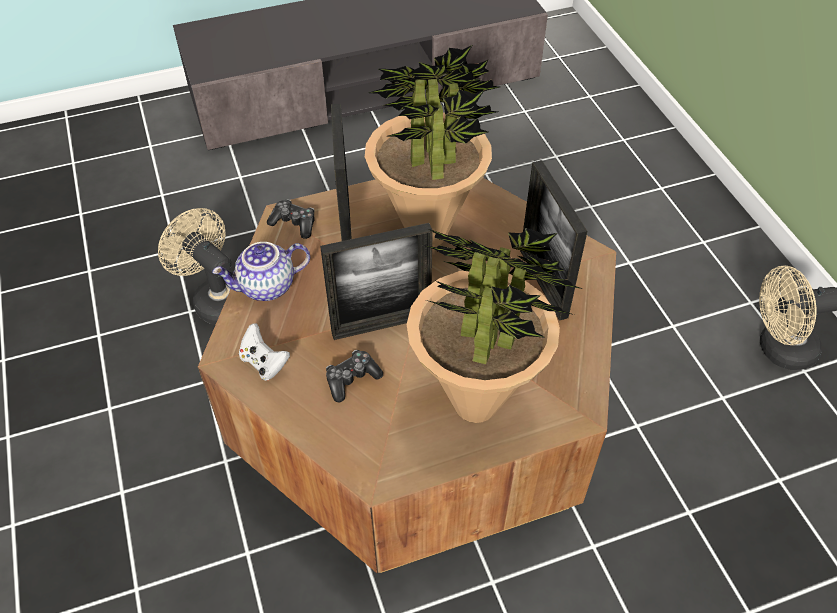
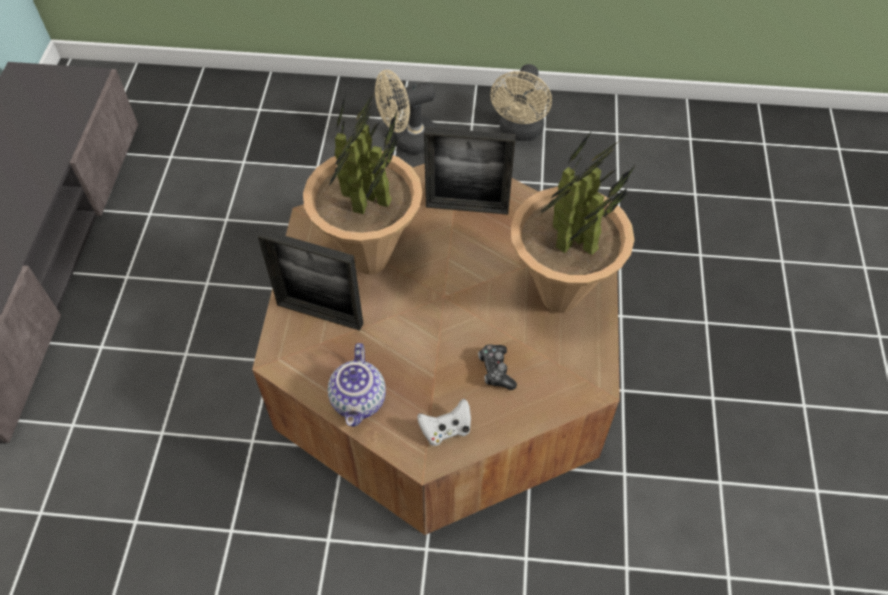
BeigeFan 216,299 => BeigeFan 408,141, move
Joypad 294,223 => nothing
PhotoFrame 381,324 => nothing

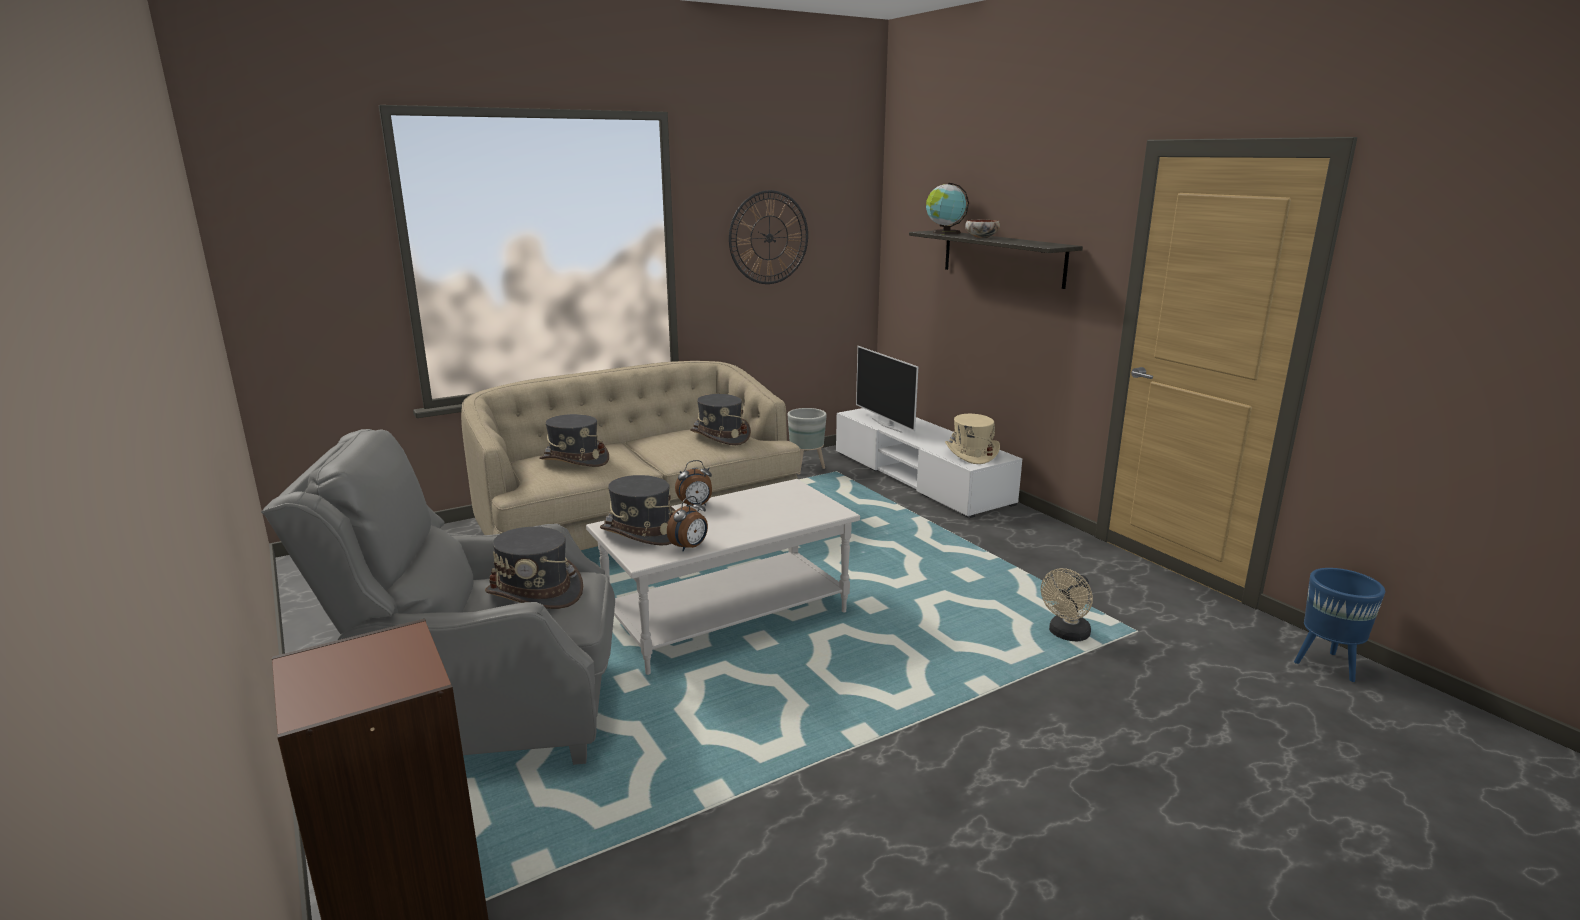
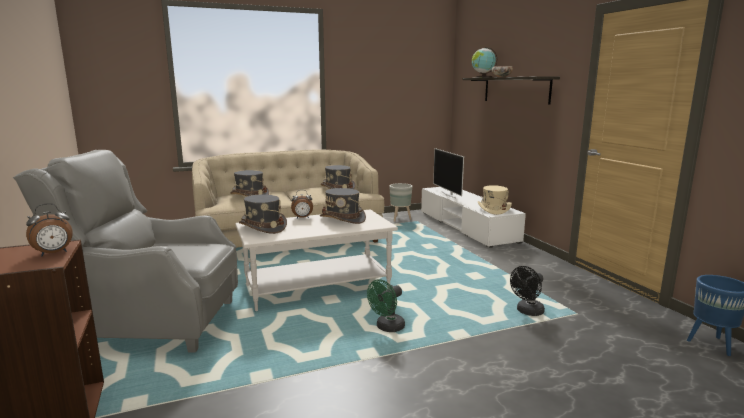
TableClock 690,547 => TableClock 54,253, move
GreyWearableHat 535,593 => GreyWearableHat 342,219, move
nothing => GreenColouredFan 387,328
BeigeFan 1066,635 => BlackColouredFan 527,312
ClockOnTheWall 769,237 => nothing

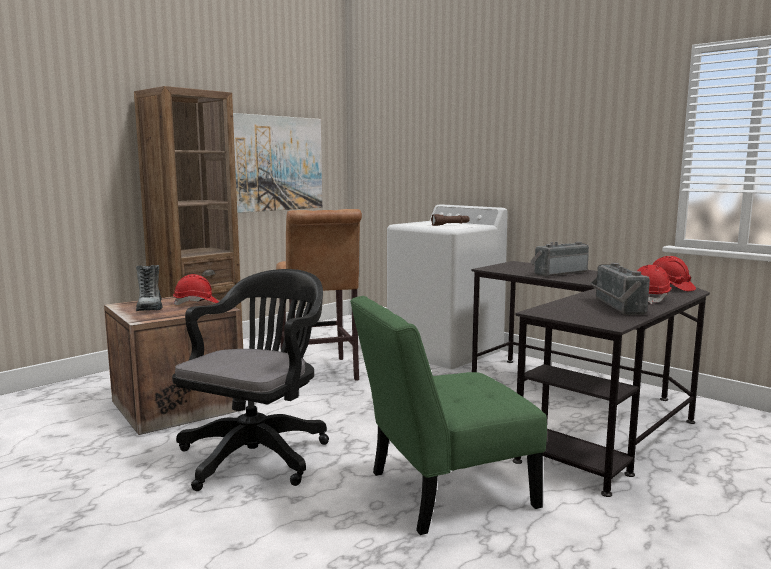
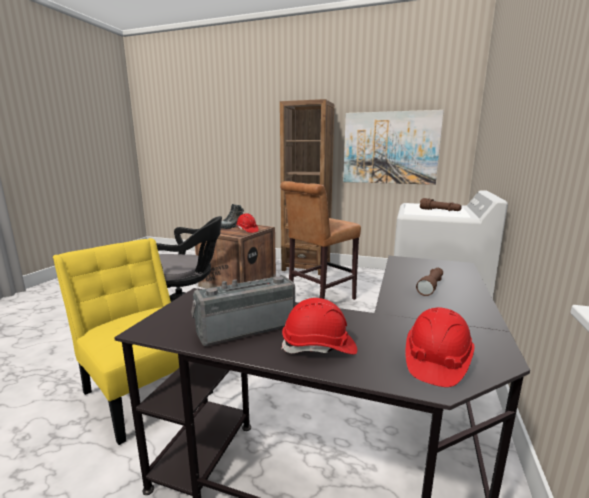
GreenColouredChair 442,491 => YellowChair 145,389
RadioSet 558,273 => BrownishTorch 431,286

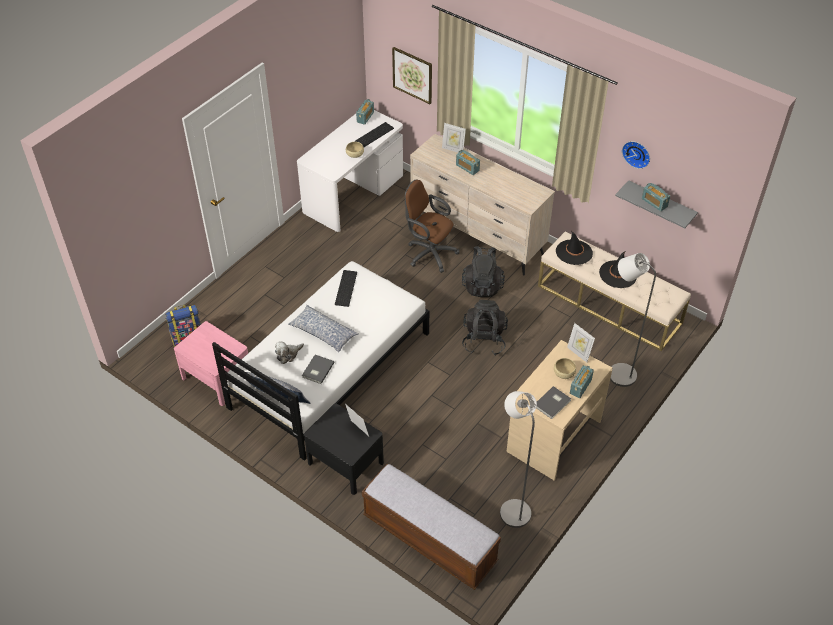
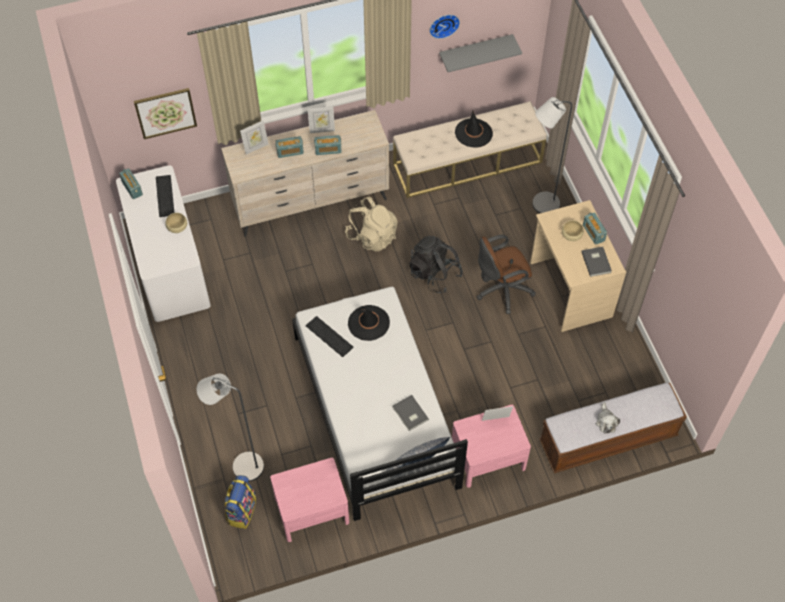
GreyStandingLamp 512,508 => GreyStandingLamp 242,465, move
PhotoFrame 578,353 => PhotoFrame 322,130, move
RadioSet 654,203 => RadioSet 328,150, move
BlackColouredRucksack 482,285 => BeigeRucksack 372,236
BlackColouredWearableHat 574,252 => BlackColouredWearableHat 368,323, move
BlackColouredNightTable 345,463 => PinkColouredNightTable 488,457
BrownishDeskChair 429,253 => BrownishDeskChair 501,290, move
SoftToy 288,355 => SoftToy 606,422, move
ThrowPillow 323,333 => nothing

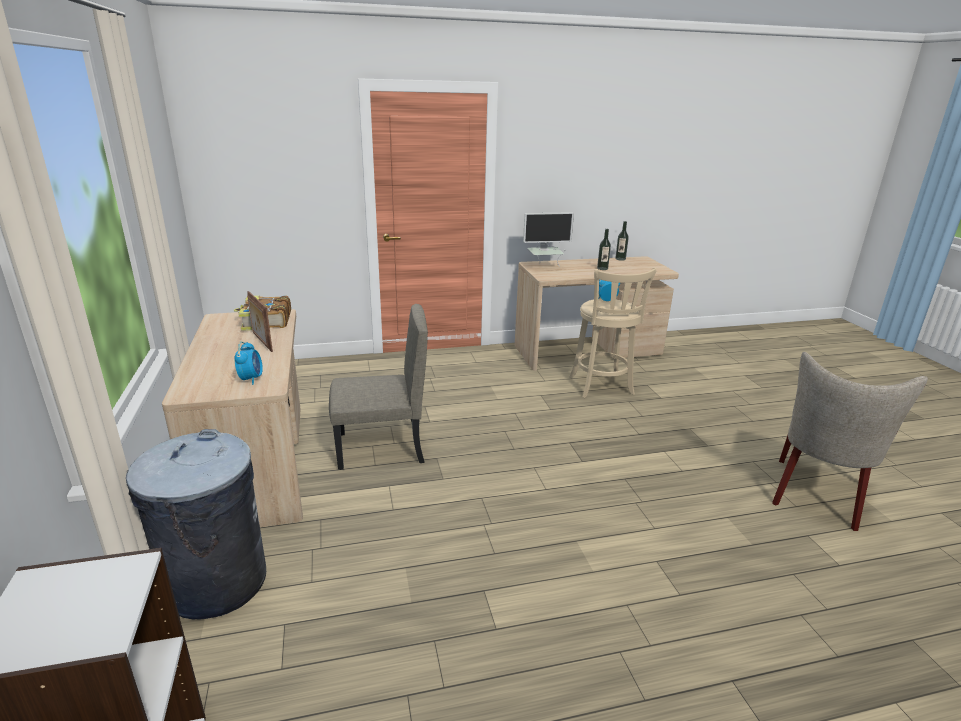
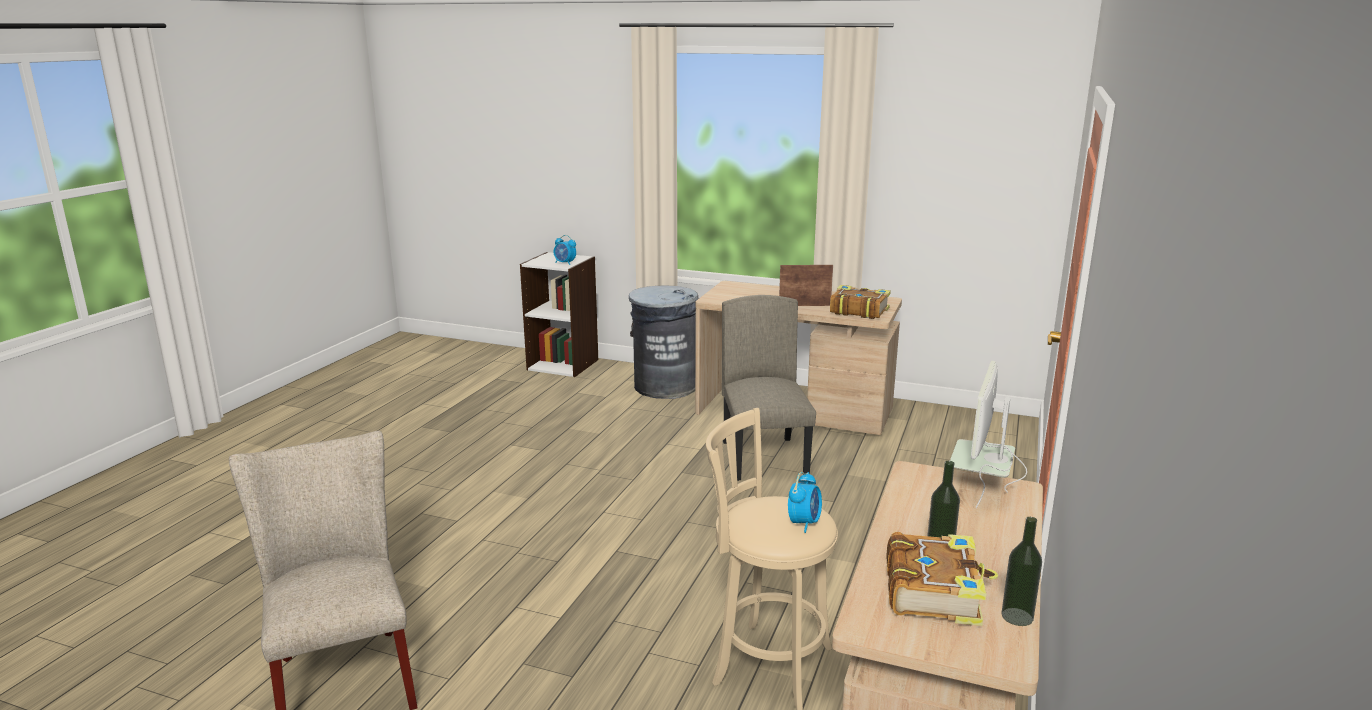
TableClock 251,379 => TableClock 565,263, move
BeigeChair 380,448 => BeigeChair 765,458, 150 degrees clockwise
nothing => BoundBook 934,591

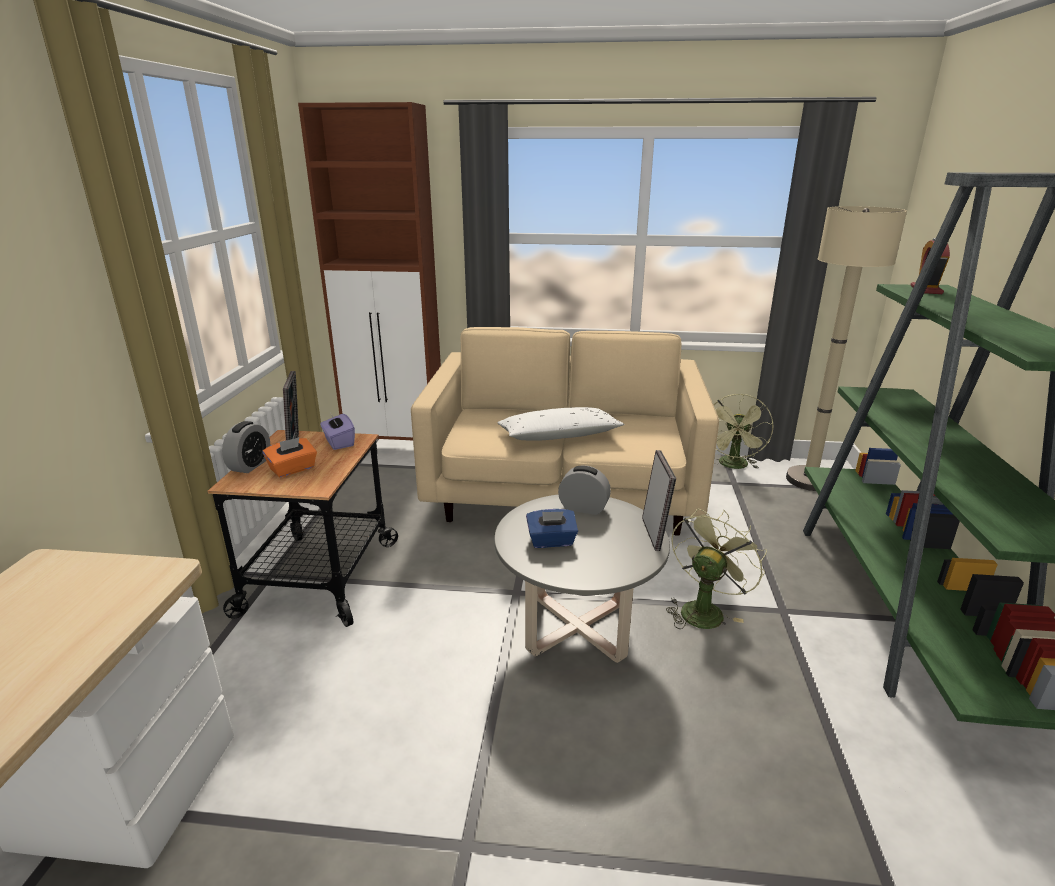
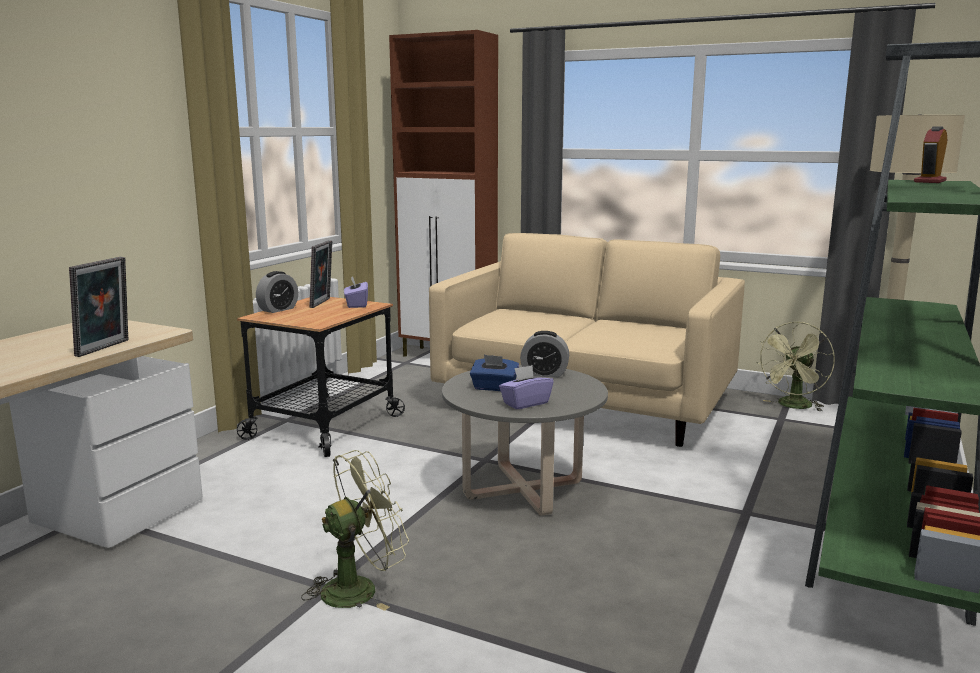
PhotoFrame 654,534 => PhotoFrame 106,348, move
GreenColouredFan 704,609 => GreenColouredFan 359,588, move
nothing => PurplishTissueHolder 525,403
TableClock 583,508 => TableClock 544,374, 150 degrees clockwise
OrangeColouredTissueHolder 293,469 => nothing
WhiteColouredThrowPillow 559,436 => nothing

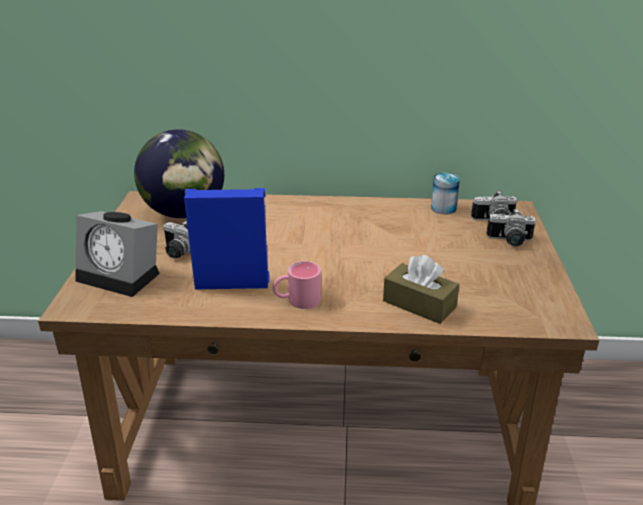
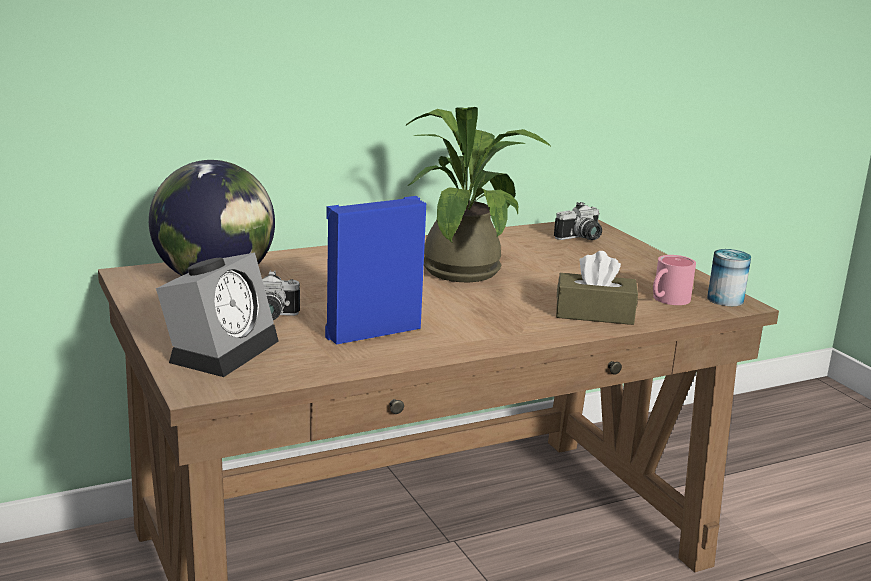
TableClock 122,275 => TableClock 222,349, 60 degrees counterclockwise
nothing => PottedPlant 466,268
PinkColouredCoffeeMug 296,300 => PinkColouredCoffeeMug 666,300, move
SealedCan 443,208 => SealedCan 725,299, move
PhotoCamera 509,241 => nothing

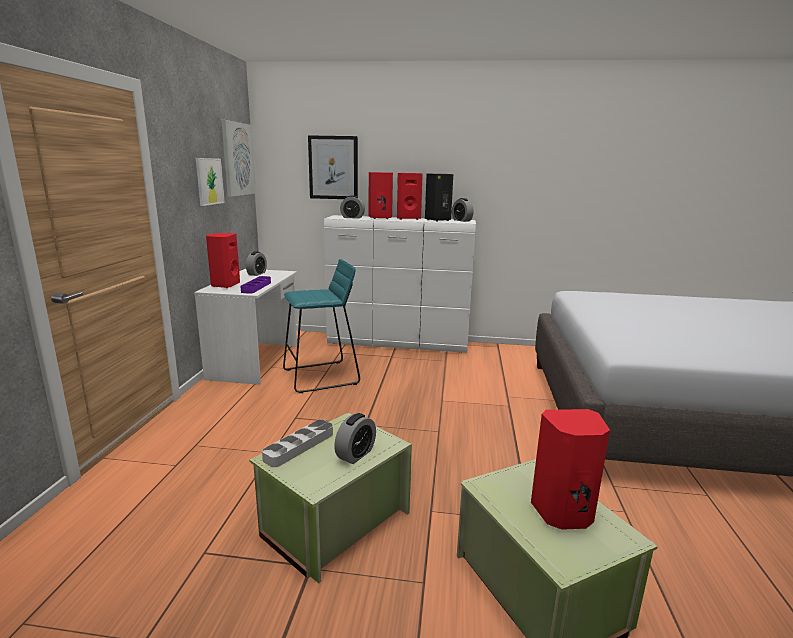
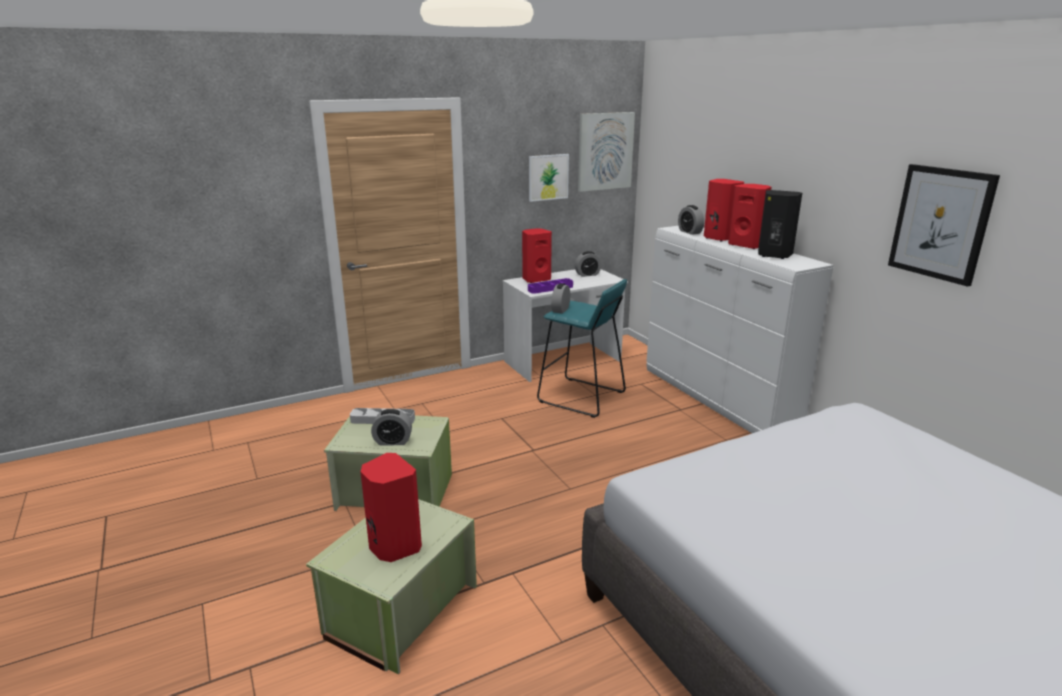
TableClock 462,220 => TableClock 560,310, move
WallArt 333,168 => WallArt 941,223, move

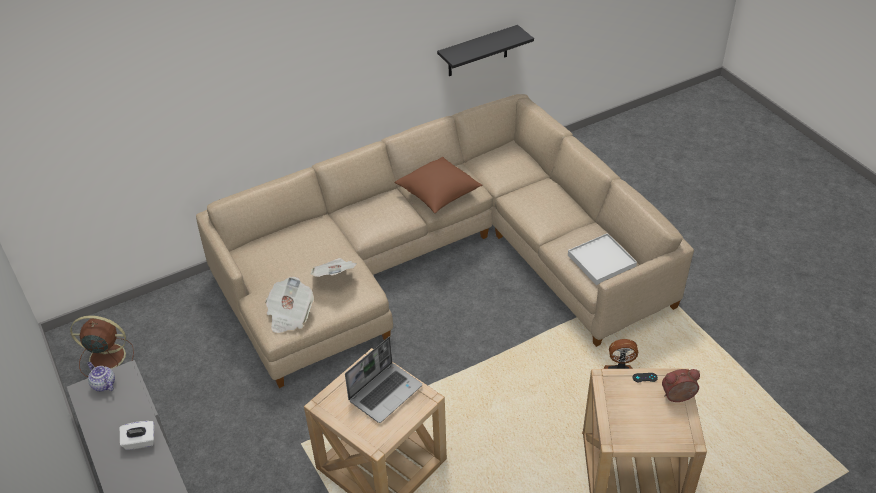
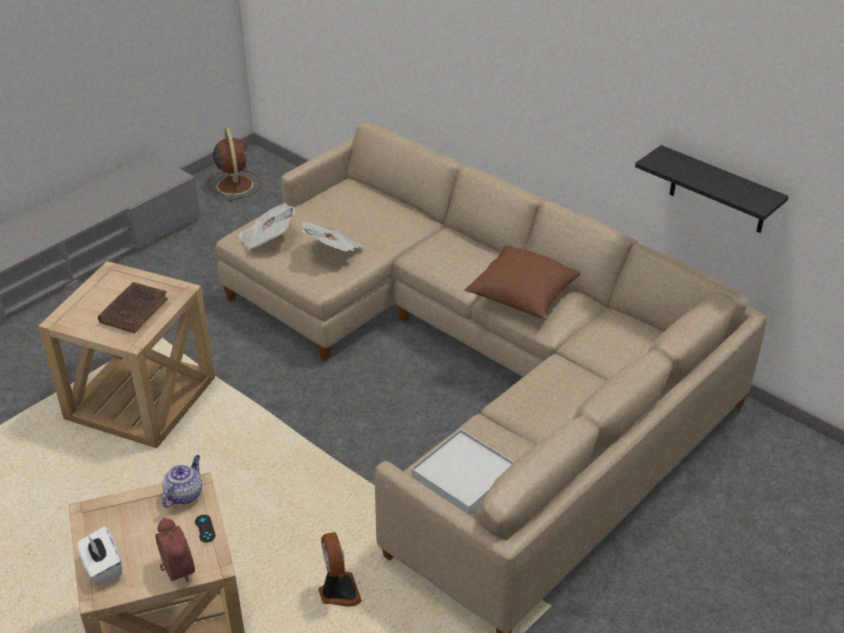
WhiteColouredTissueHolder 140,442 => WhiteColouredTissueHolder 102,567, move
NotebookComputer 385,392 => BrownishBoundBook 135,309
Teapot 103,384 => Teapot 184,494, move

